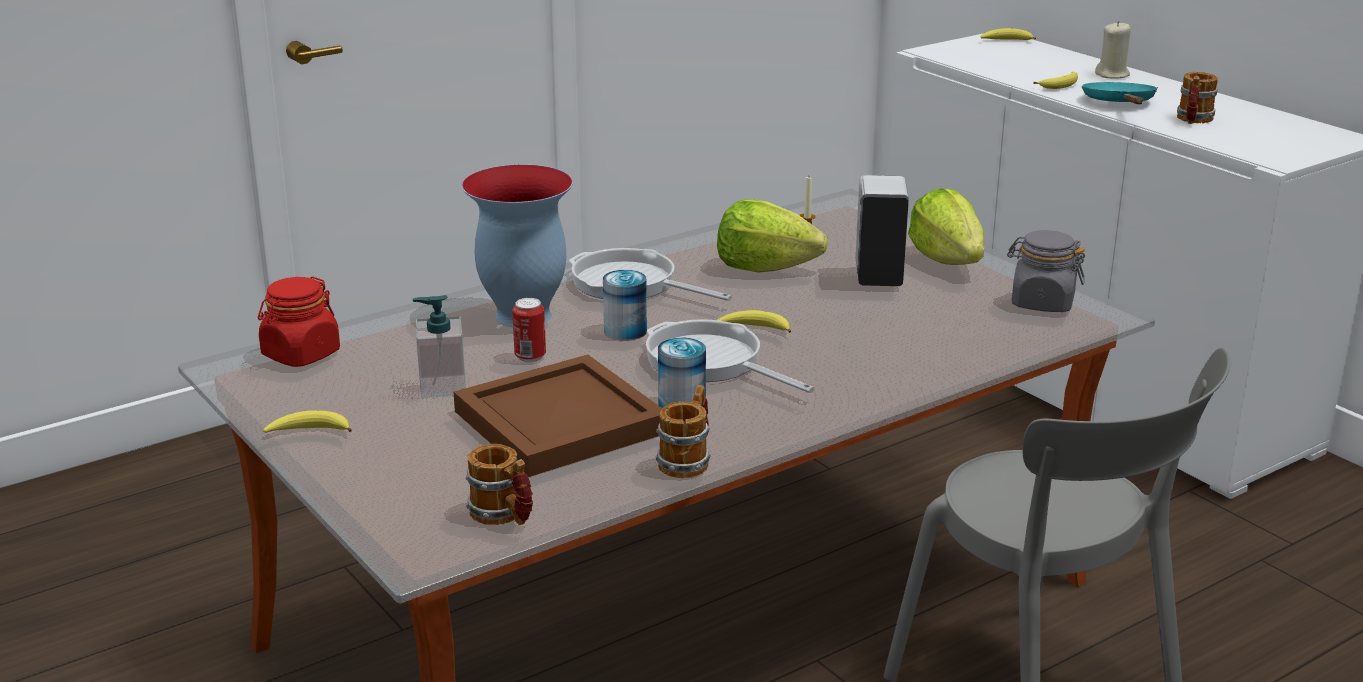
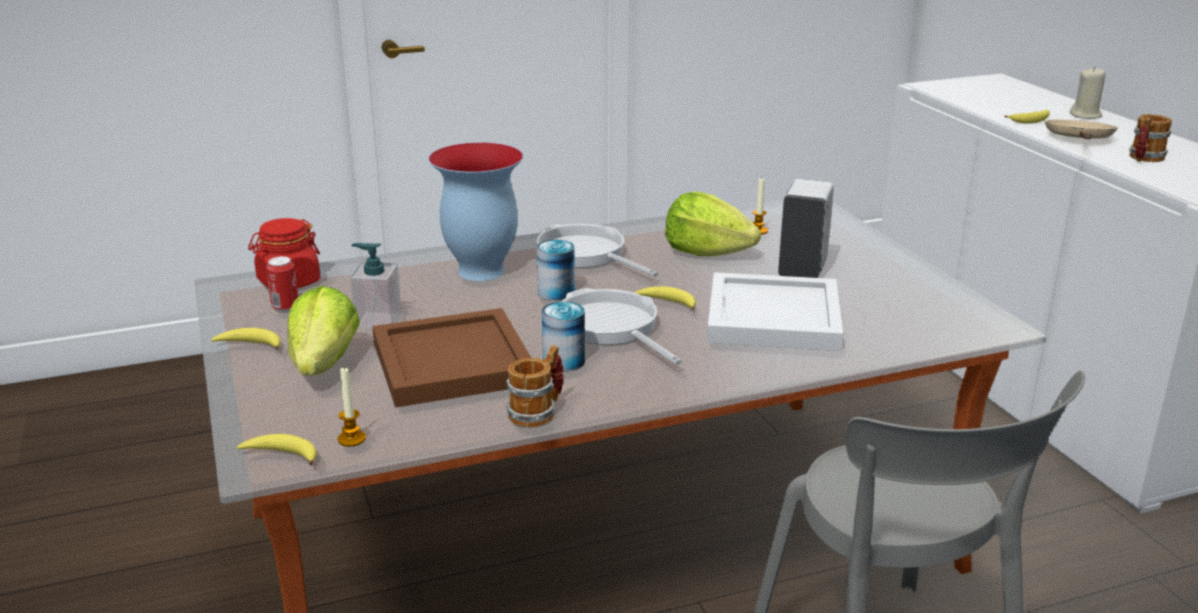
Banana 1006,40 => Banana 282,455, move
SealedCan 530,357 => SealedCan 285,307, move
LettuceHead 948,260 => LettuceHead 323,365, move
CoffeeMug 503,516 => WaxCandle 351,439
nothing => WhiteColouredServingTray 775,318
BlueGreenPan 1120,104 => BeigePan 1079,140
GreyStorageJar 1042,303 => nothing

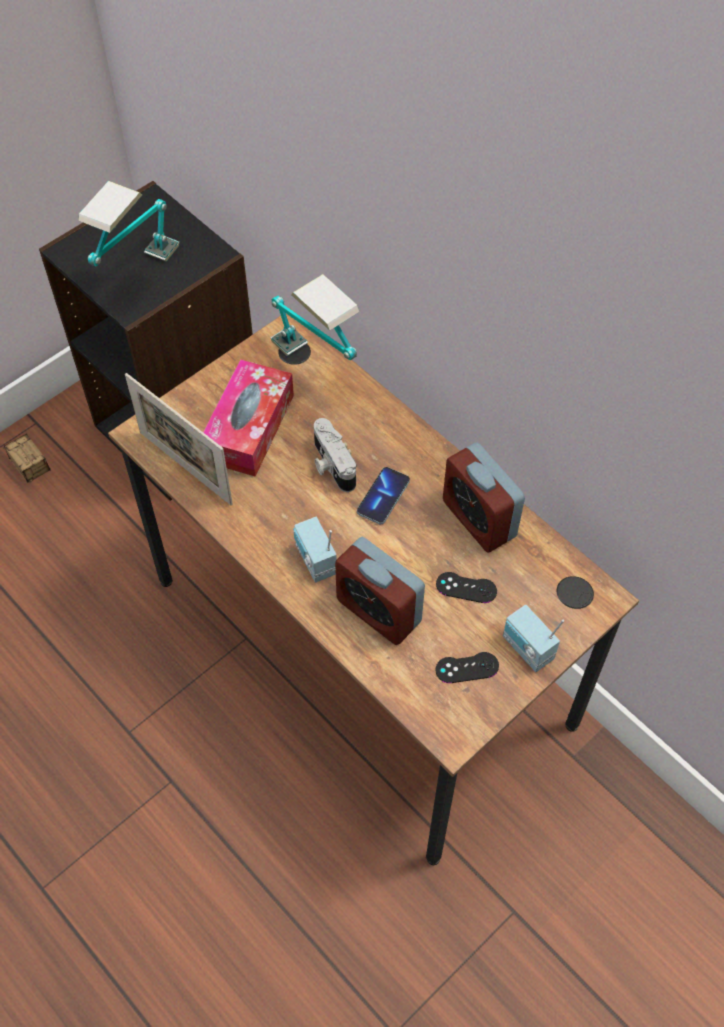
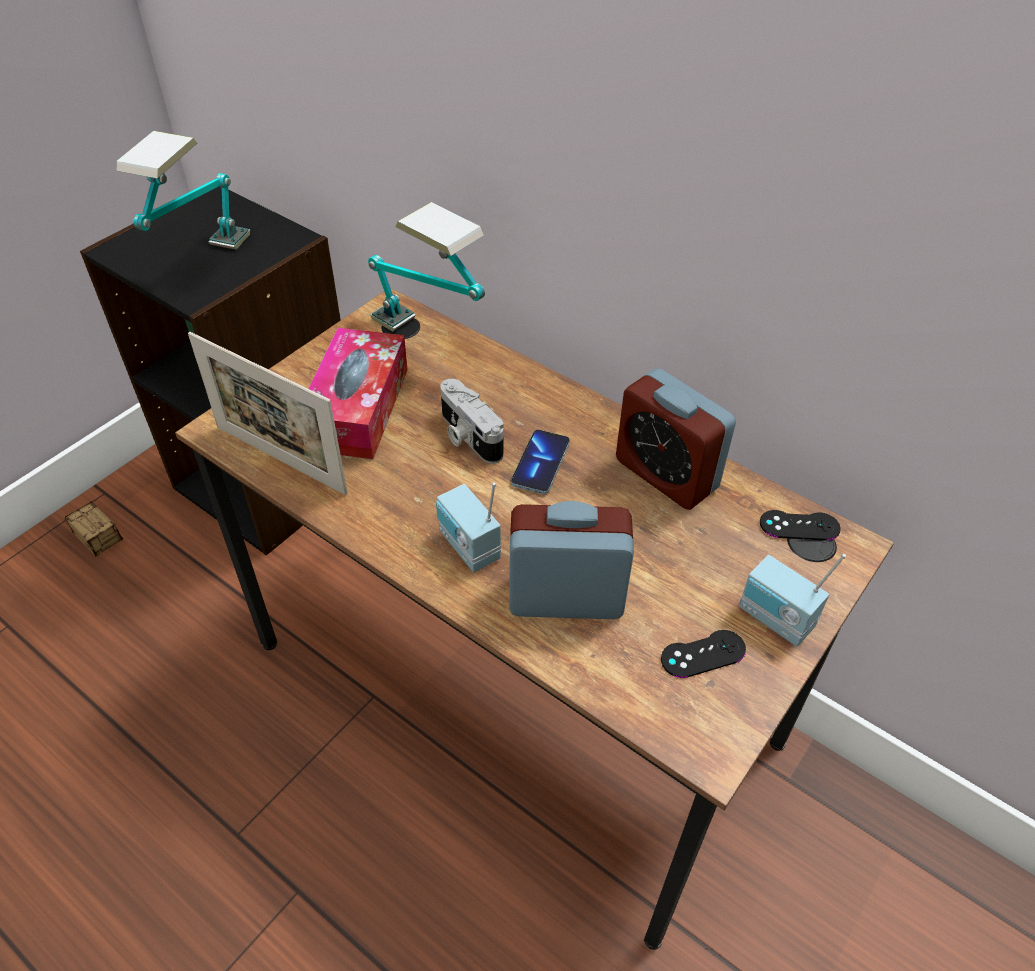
TableClock 378,611 => TableClock 566,597, 150 degrees clockwise
BlackColouredJoypad 466,588 => BlackColouredJoypad 799,526, move

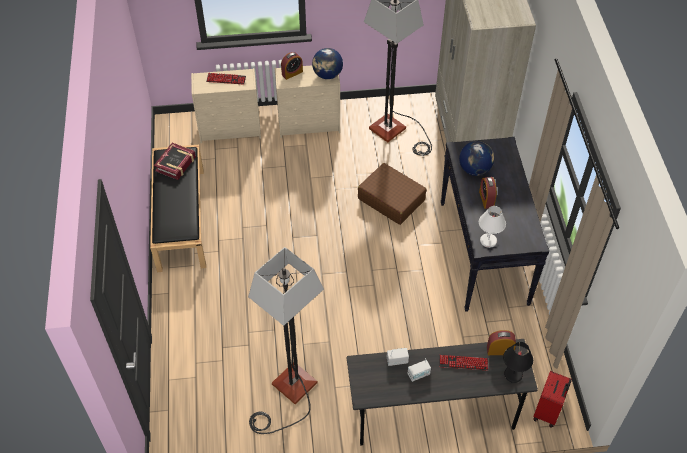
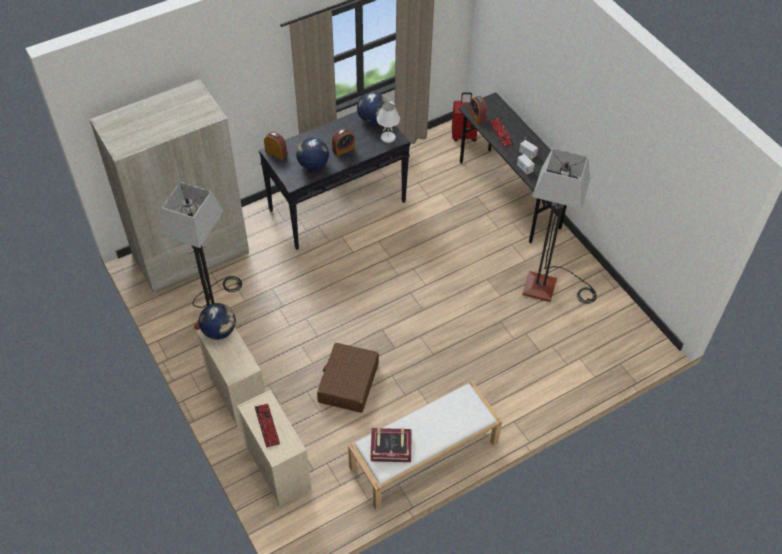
TableClock 292,73 => TableClock 276,153, move
BrownishPieceOfLuggage 391,199 => BrownishPieceOfLuggage 348,383, move
BlackColouredIndoorBench 180,218 => WhiteColouredIndoorBench 423,455
nothing => Globe 373,119
BlackColouredTableLamp 513,374 => nothing

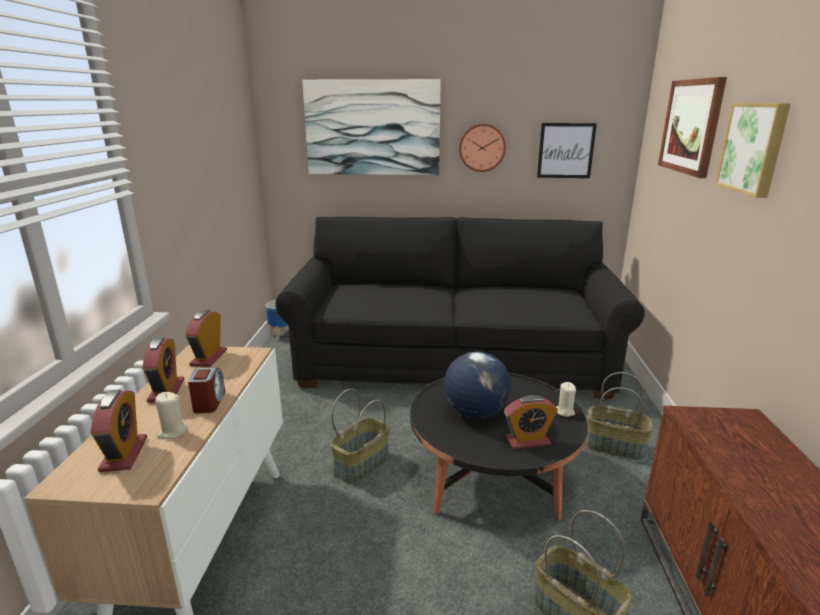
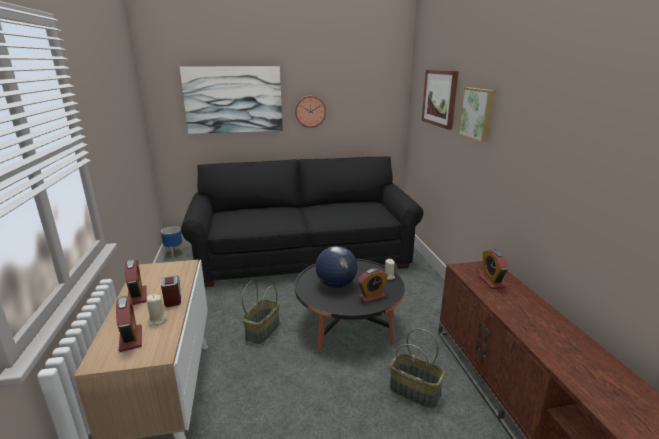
TableClock 209,358 => TableClock 491,281, move
WallArt 565,150 => nothing
Basket 615,446 => nothing

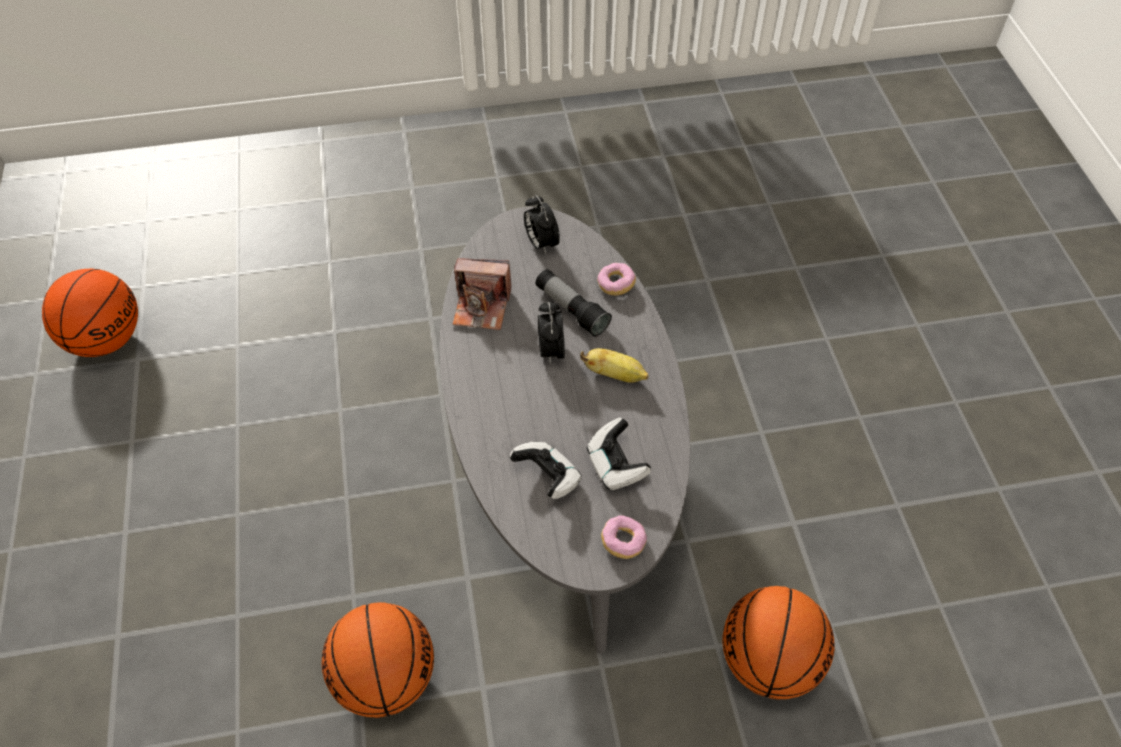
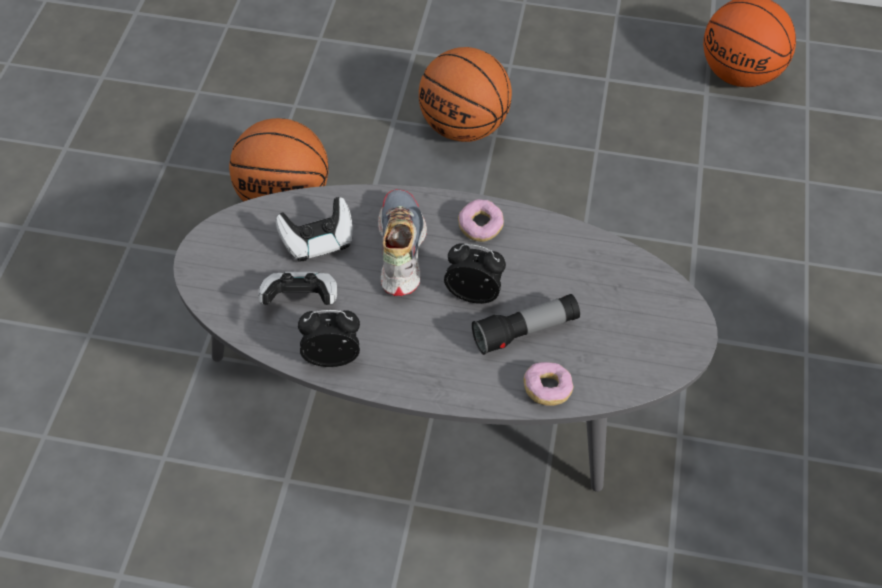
TableClock 541,243 => TableClock 332,356, move
nothing => ItemOfFootwear 399,250
BallForBasketball 768,661 => BallForBasketball 463,127, move
Doughnut 623,542 => Doughnut 480,227, move
PhotoCamera 482,307 => nothing
Banana 615,375 => nothing

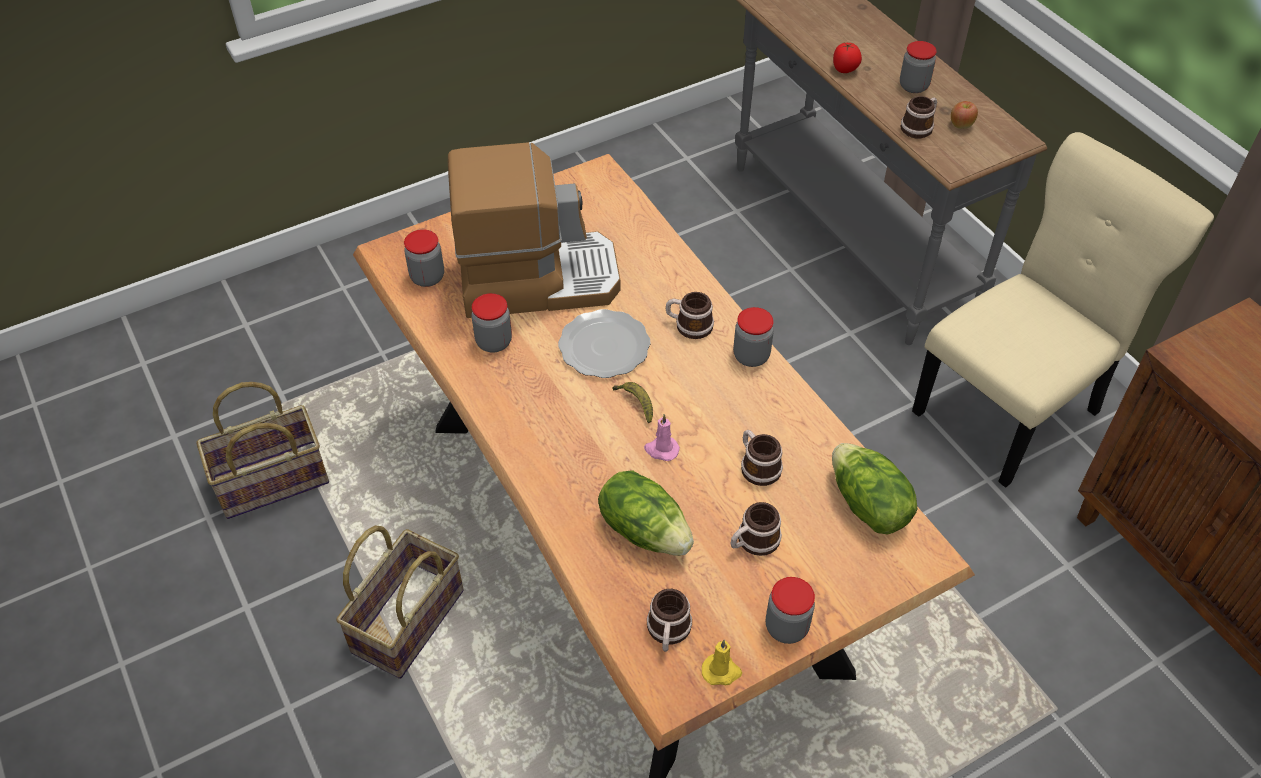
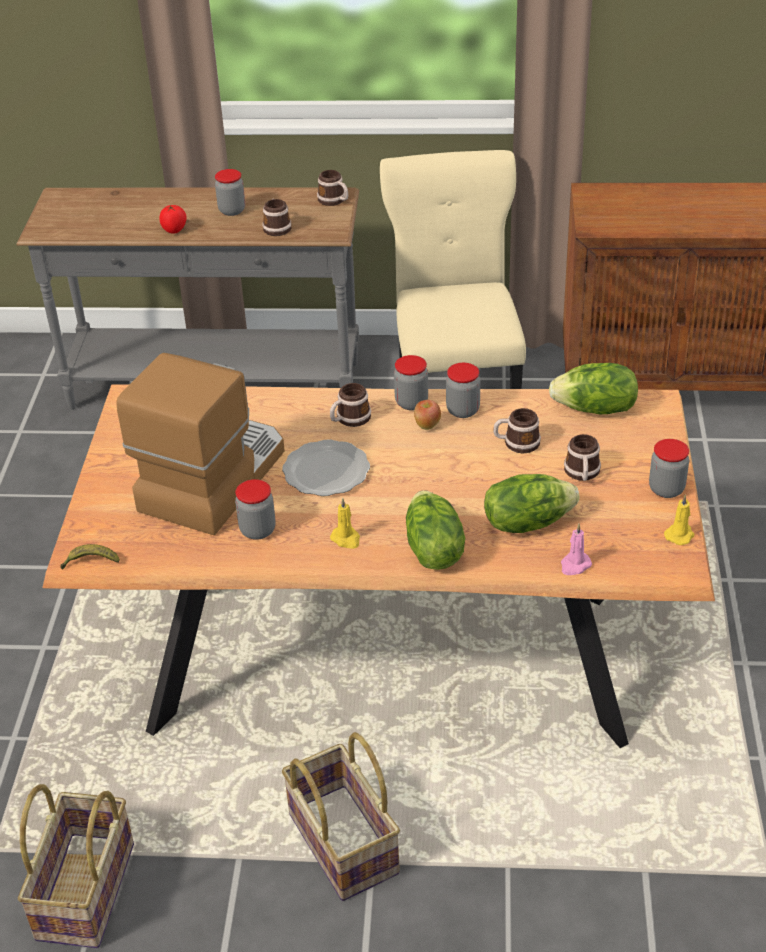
Banana 636,404 => Banana 90,562, move
CoffeeMug 668,632 => CoffeeMug 334,201, move
nothing => YellowWaxCandle 346,539
nothing => LettuceHead 432,550
AppleFruit 961,125 => AppleFruit 427,425, move
StorageJar 427,277 => StorageJar 463,410, move
PinkColouredWaxCandle 661,450 => PinkColouredWaxCandle 574,565, move

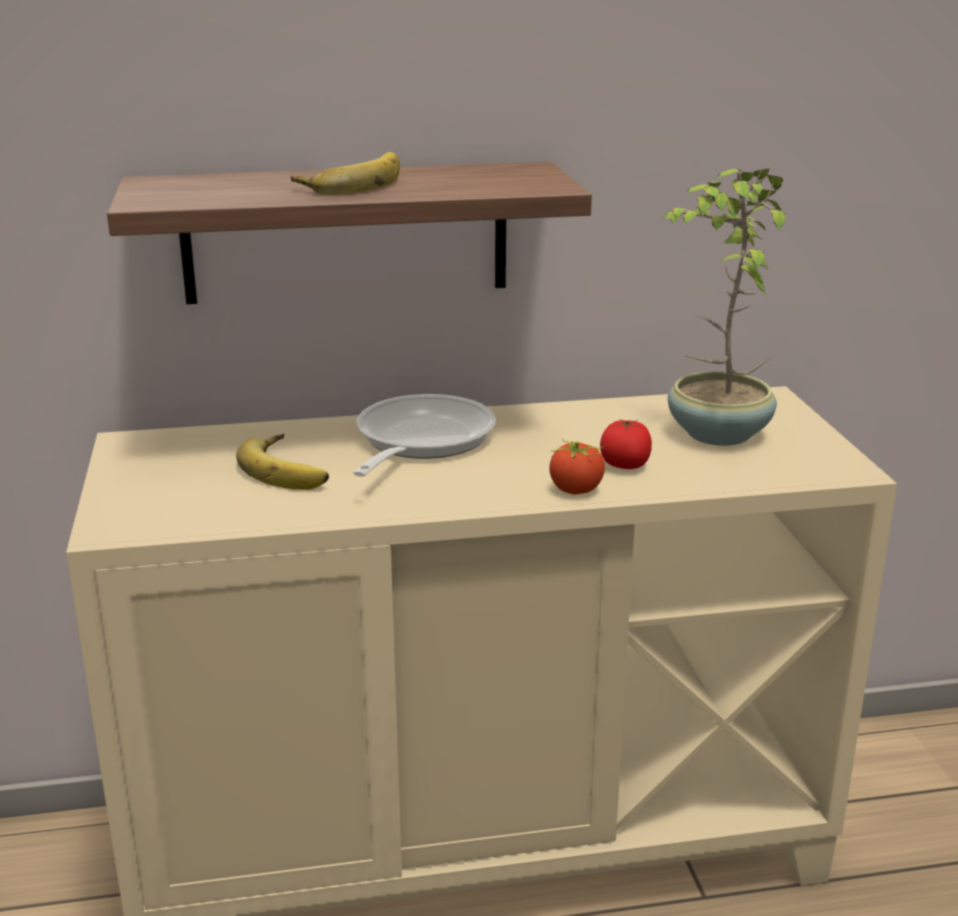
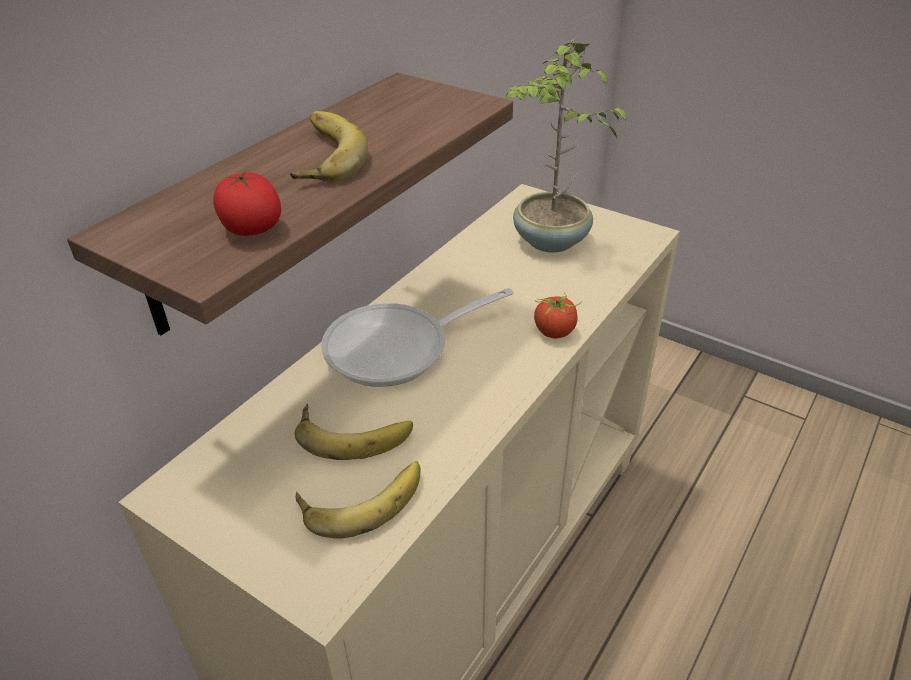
Tomato 624,465 => Tomato 251,229, move
nothing => Banana 361,498
Pan 419,441 => Pan 397,349, 90 degrees counterclockwise

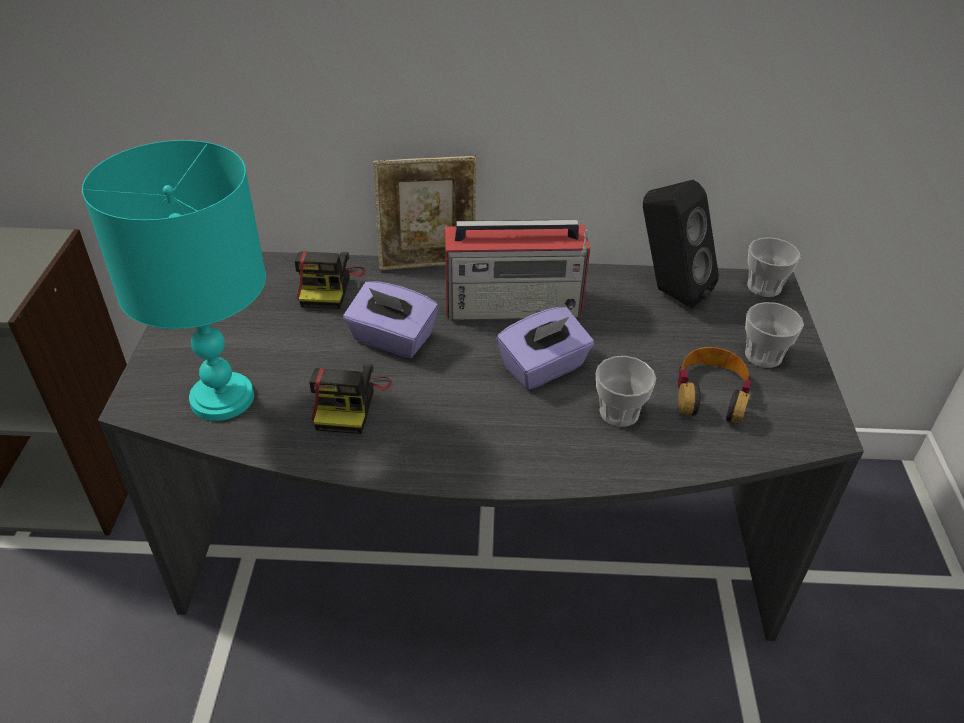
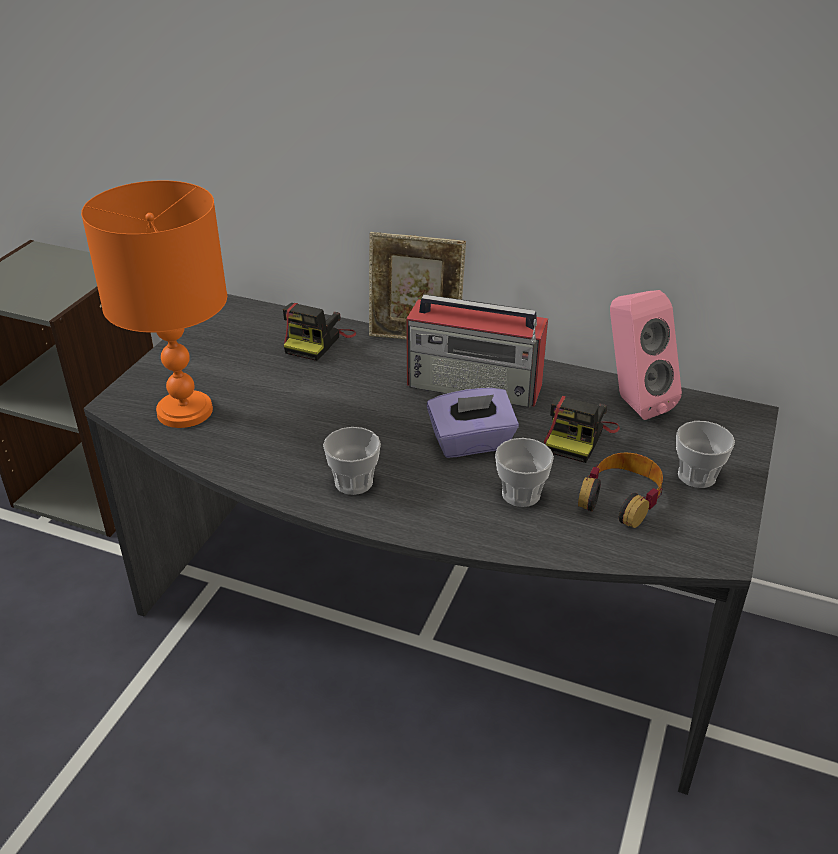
BlueGreenTableLamp 222,397 => OrangeColouredTableLamp 185,410
Cup 764,287 => Cup 353,482, move
PhotoCamera 349,403 => PhotoCamera 578,437, move
BlackColouredAudioSpeaker 668,292 => PinkColouredAudioSpeaker 632,402
PurplishTissueHolder 392,339 => nothing

